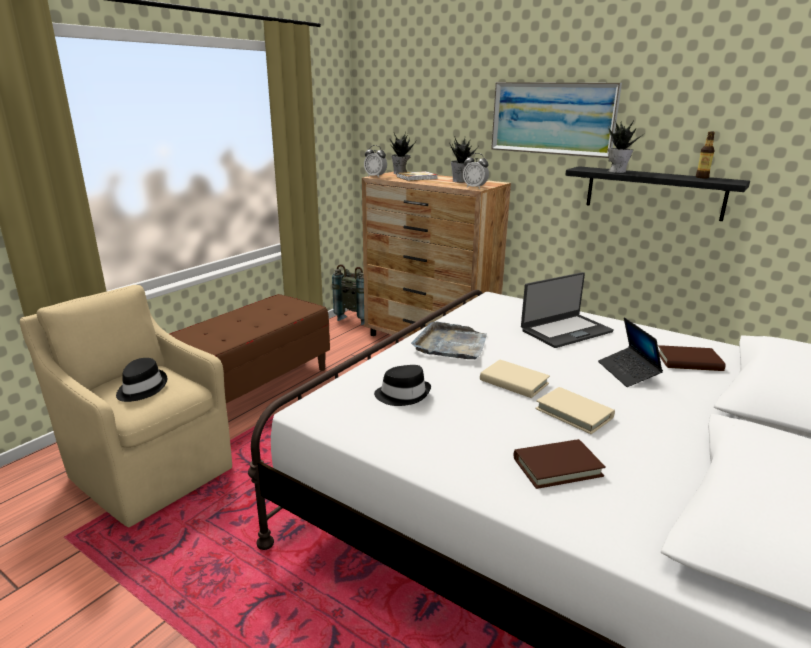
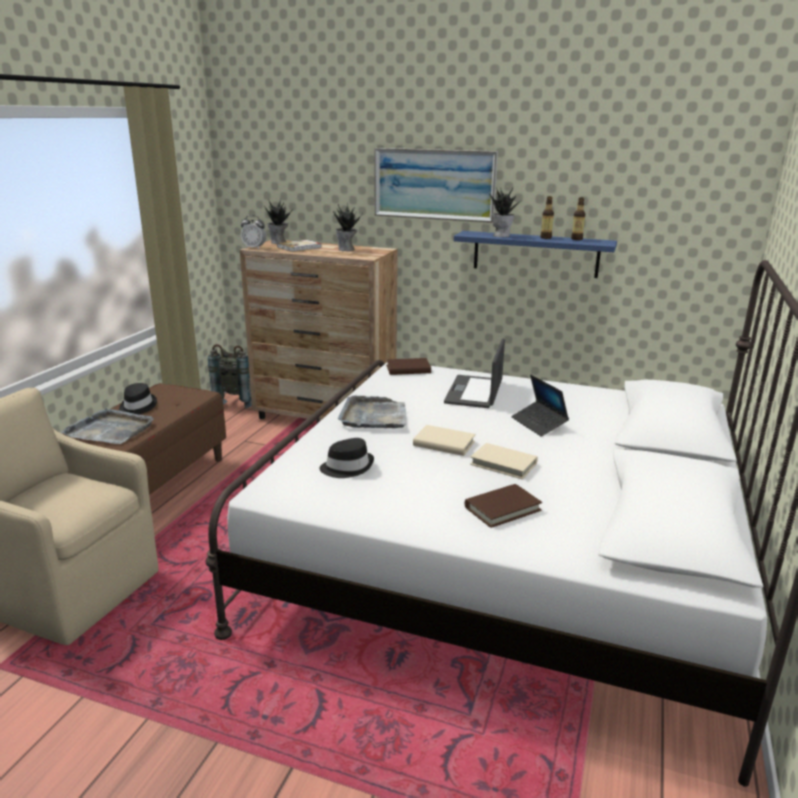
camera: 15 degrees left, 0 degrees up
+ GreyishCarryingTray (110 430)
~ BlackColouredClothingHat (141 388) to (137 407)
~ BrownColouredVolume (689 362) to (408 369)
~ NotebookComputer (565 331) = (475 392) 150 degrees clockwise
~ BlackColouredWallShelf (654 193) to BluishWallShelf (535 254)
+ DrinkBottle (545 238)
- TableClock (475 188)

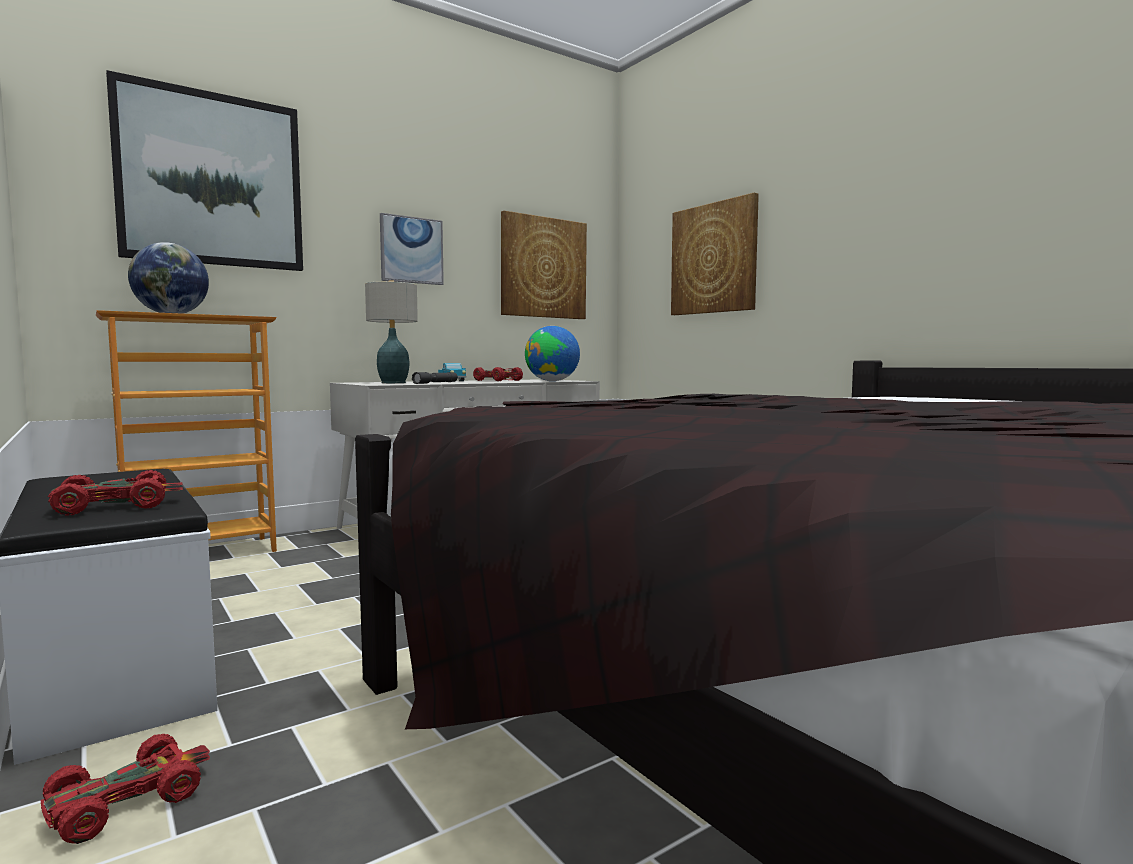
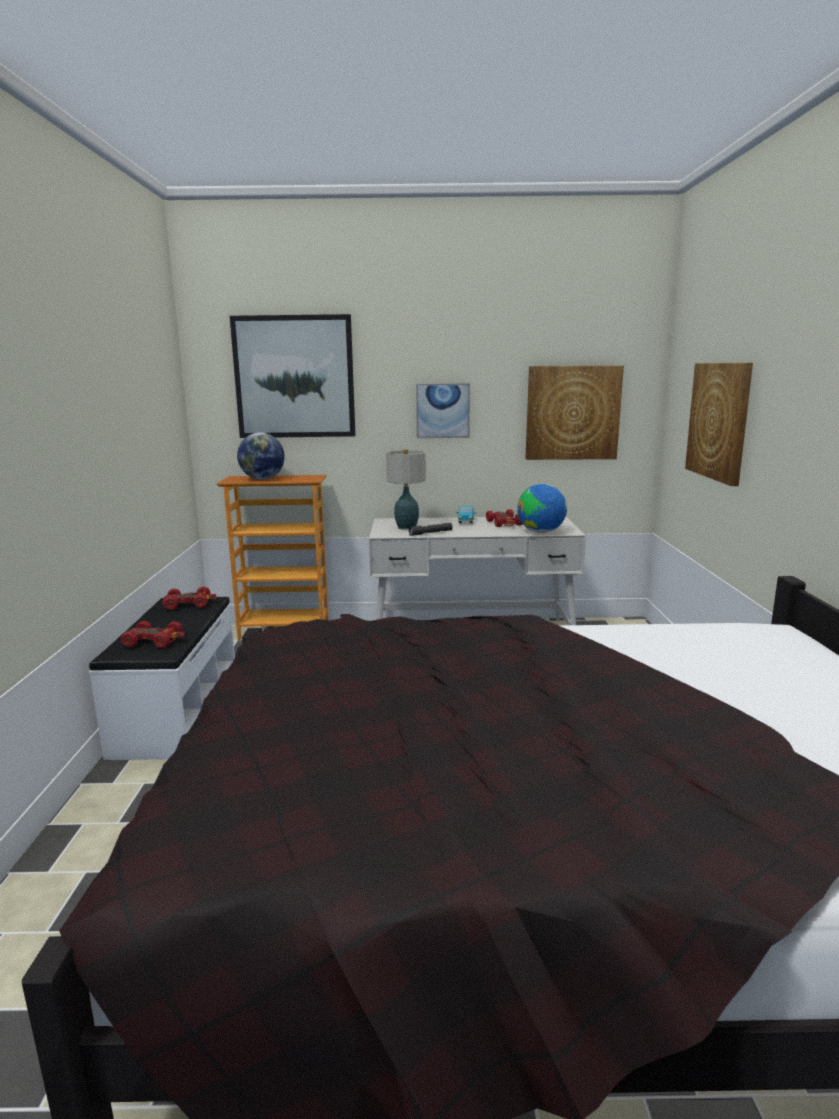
camera: 35 degrees right, 10 degrees up
~ RedColouredModelCar (127 800) to (189 604)

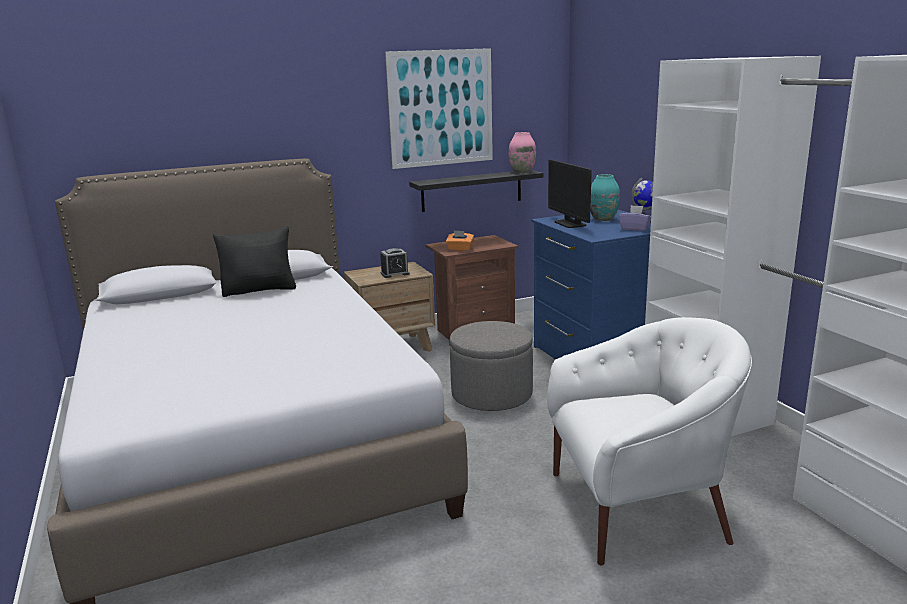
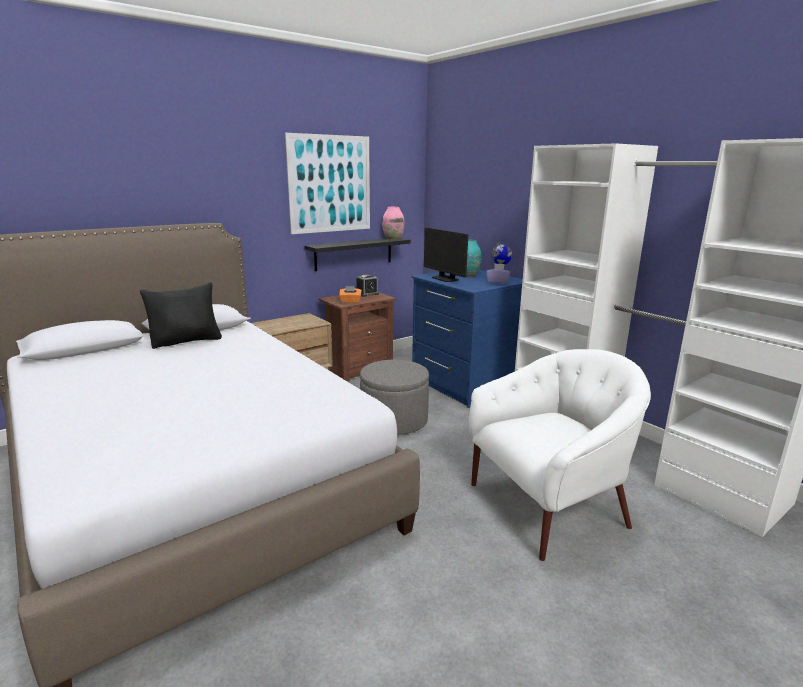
camera: 15 degrees left, 0 degrees up
~ TableClock (395 274) to (367 294)

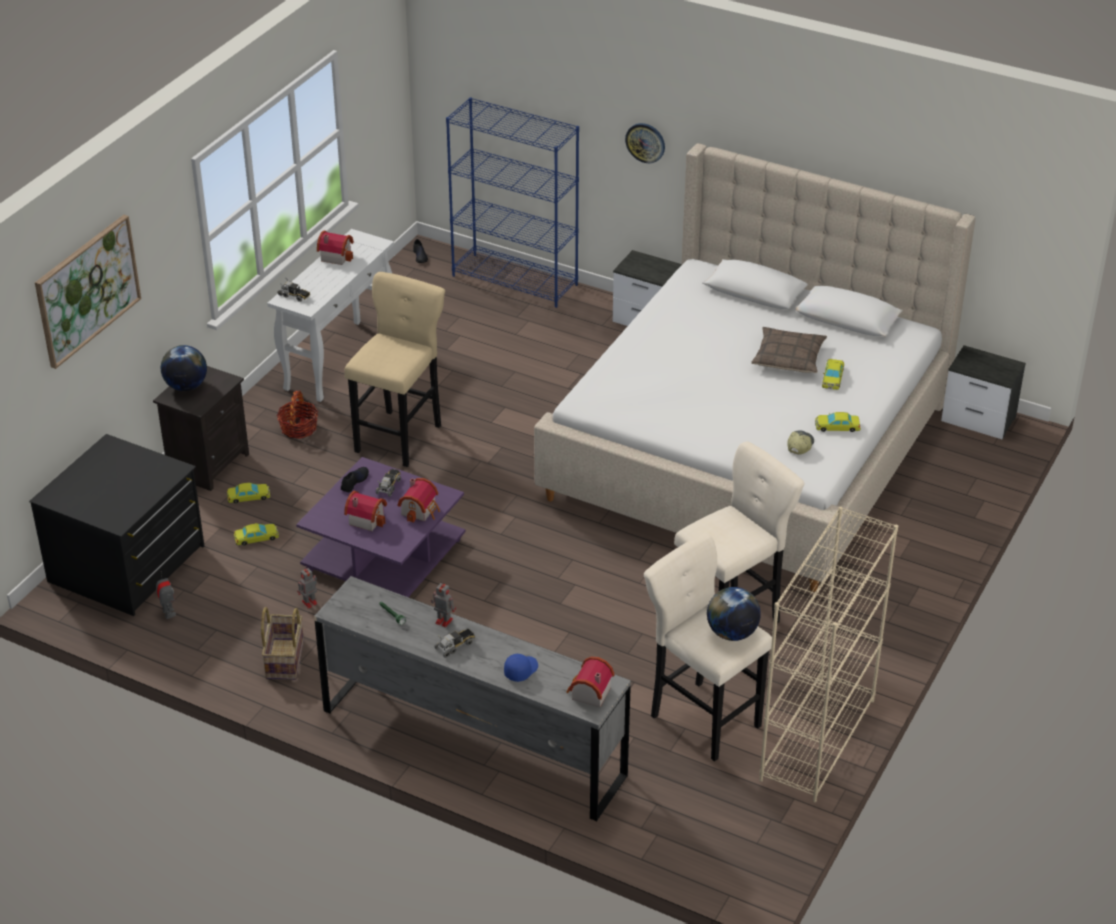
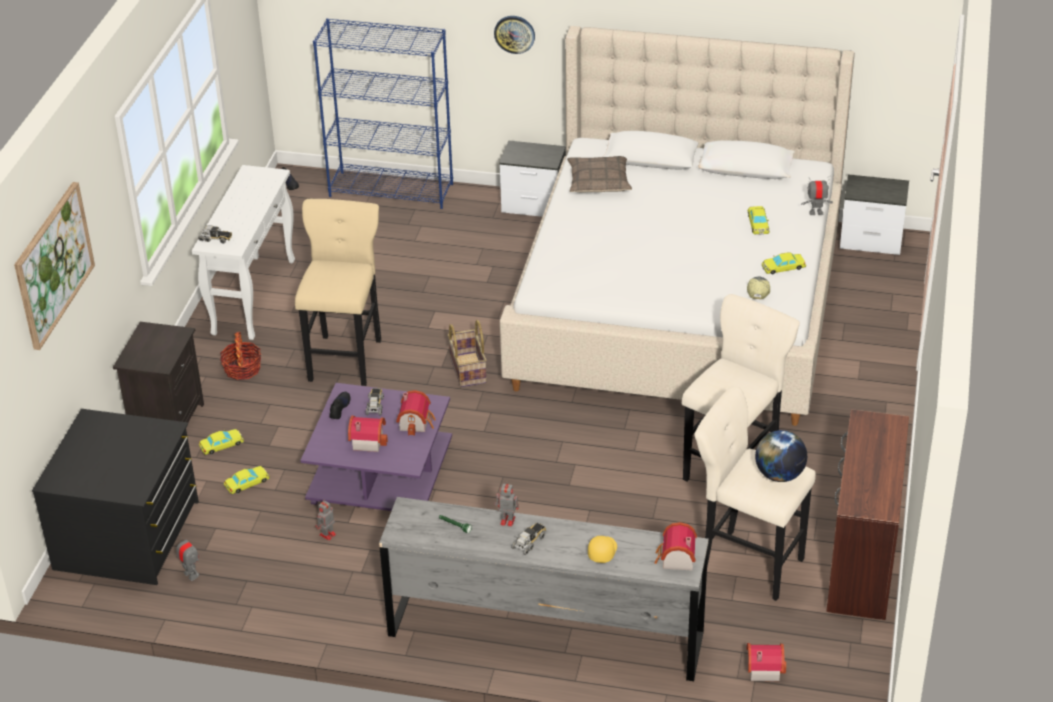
camera: 15 degrees left, 0 degrees up
~ HouseholdBasket (284 659) to (467 370)
~ Cushion (788 357) to (599 181)
~ BluishCap (520 670) to YellowColouredCap (602 551)
~ MiniatureHouse (336 255) to (763 668)
+ RobotFigure (816 212)
~ BeigeBookshelf (818 741) to BrownColouredDeskTable (860 561)
- DeskGlobe (186 386)

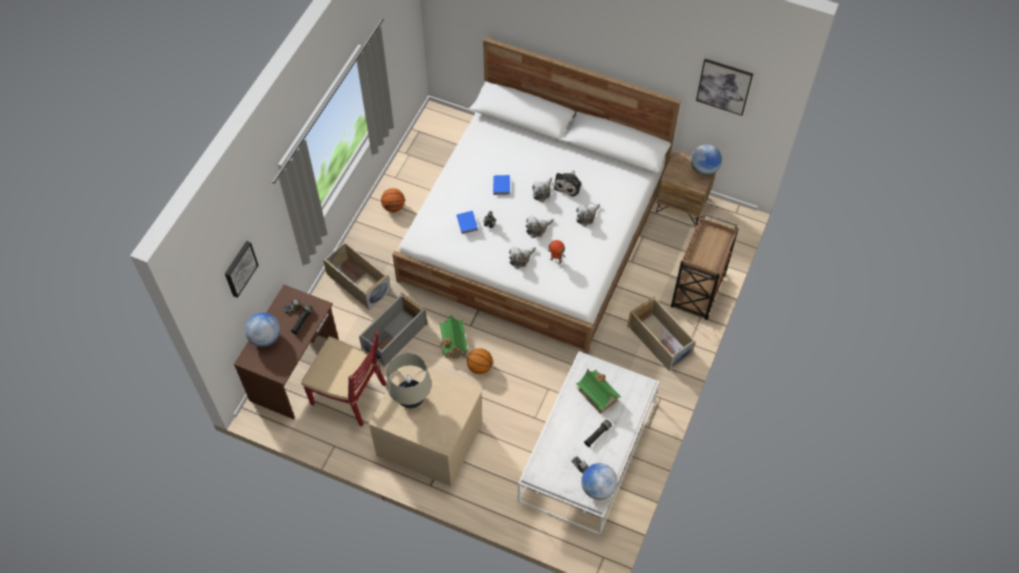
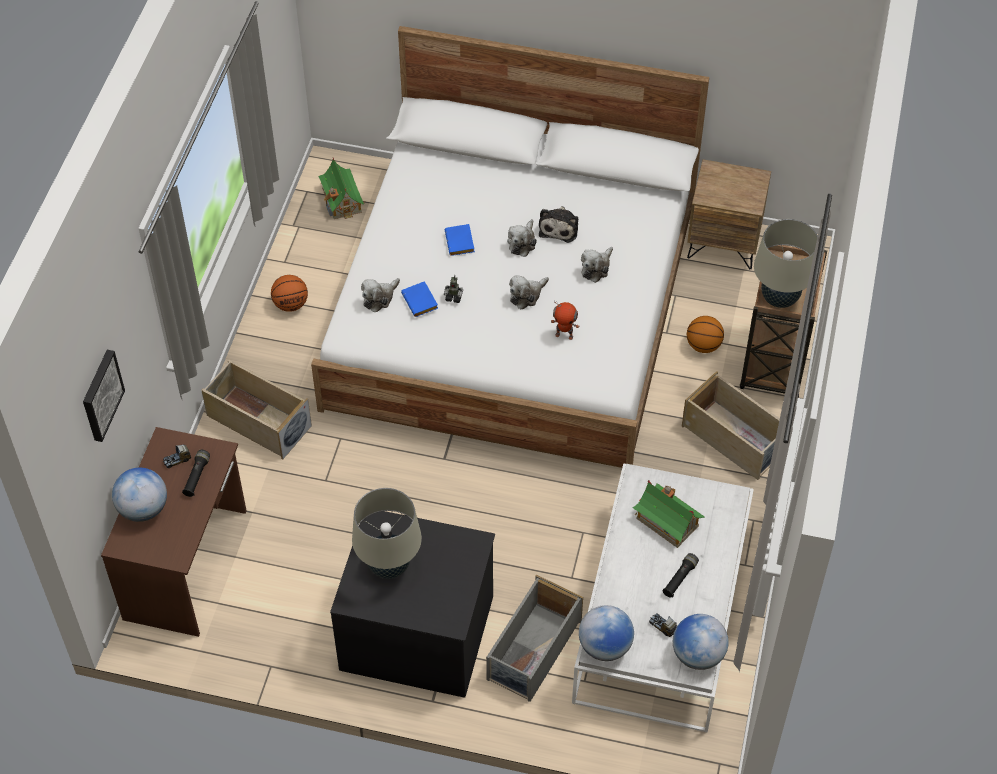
camera: 10 degrees left, 5 degrees down
~ MiniatureHouse (454 343) to (342 200)
~ BeigeChestOfDrawers (430 437) to BlackColouredChestOfDrawers (418 630)
~ PlushToy (521 259) to (380 298)
~ GreyishStorageBin (394 337) to (533 651)
~ DeskGlobe (704 169) to (605 646)
~ BallForBasketball (480 367) to (703 346)
+ BeigeTableLamp (779 298)
- RedColouredPlainChair (349 394)
- WallArt (724 86)

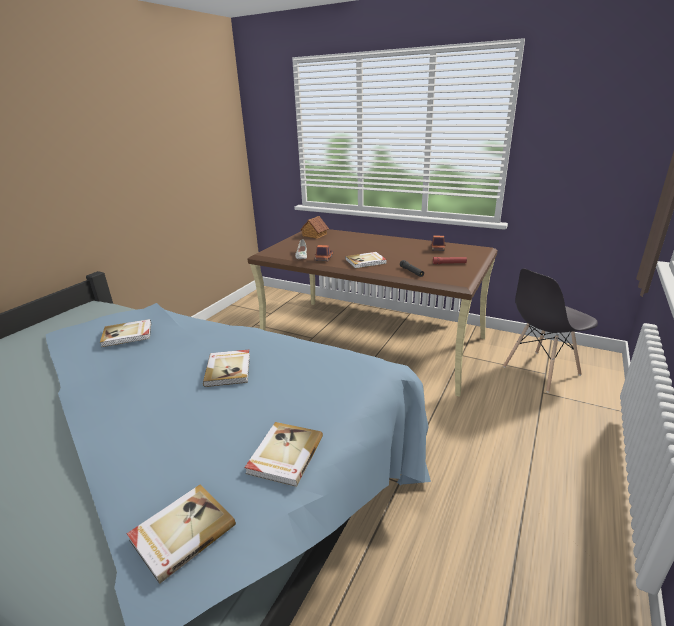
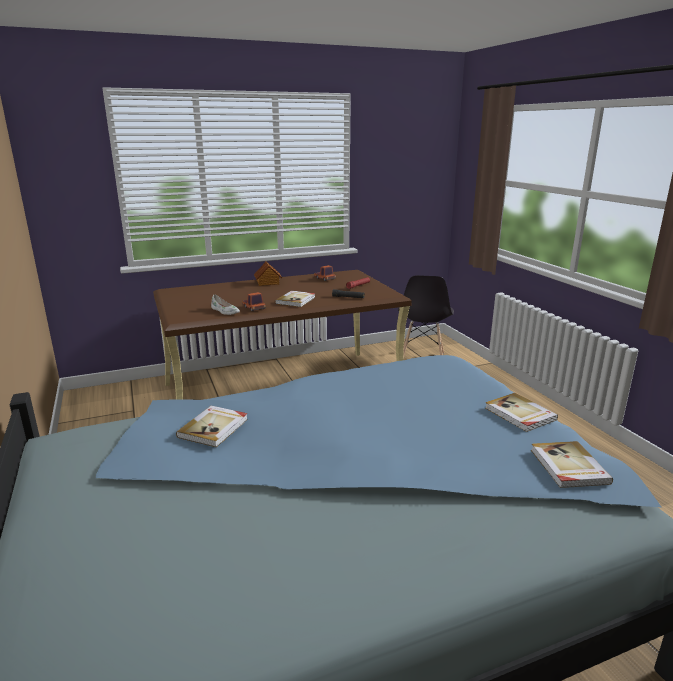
camera: 50 degrees left, 5 degrees down
~ MiniatureHouse (314 235) to (268 282)
- Volume (229 369)

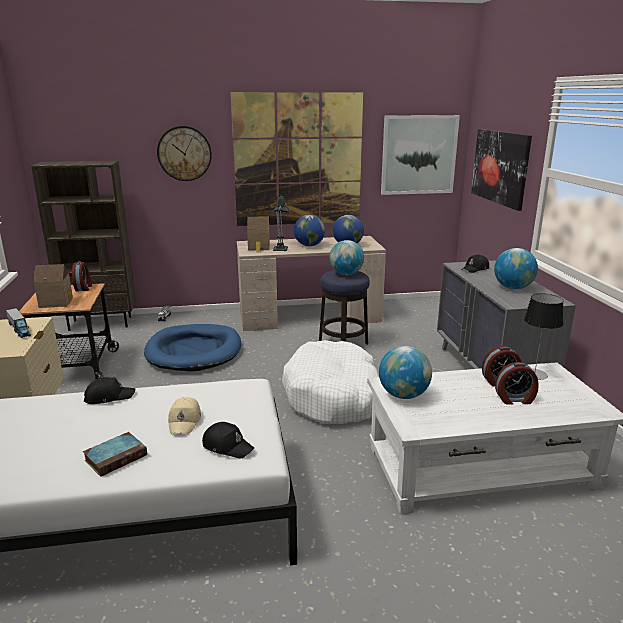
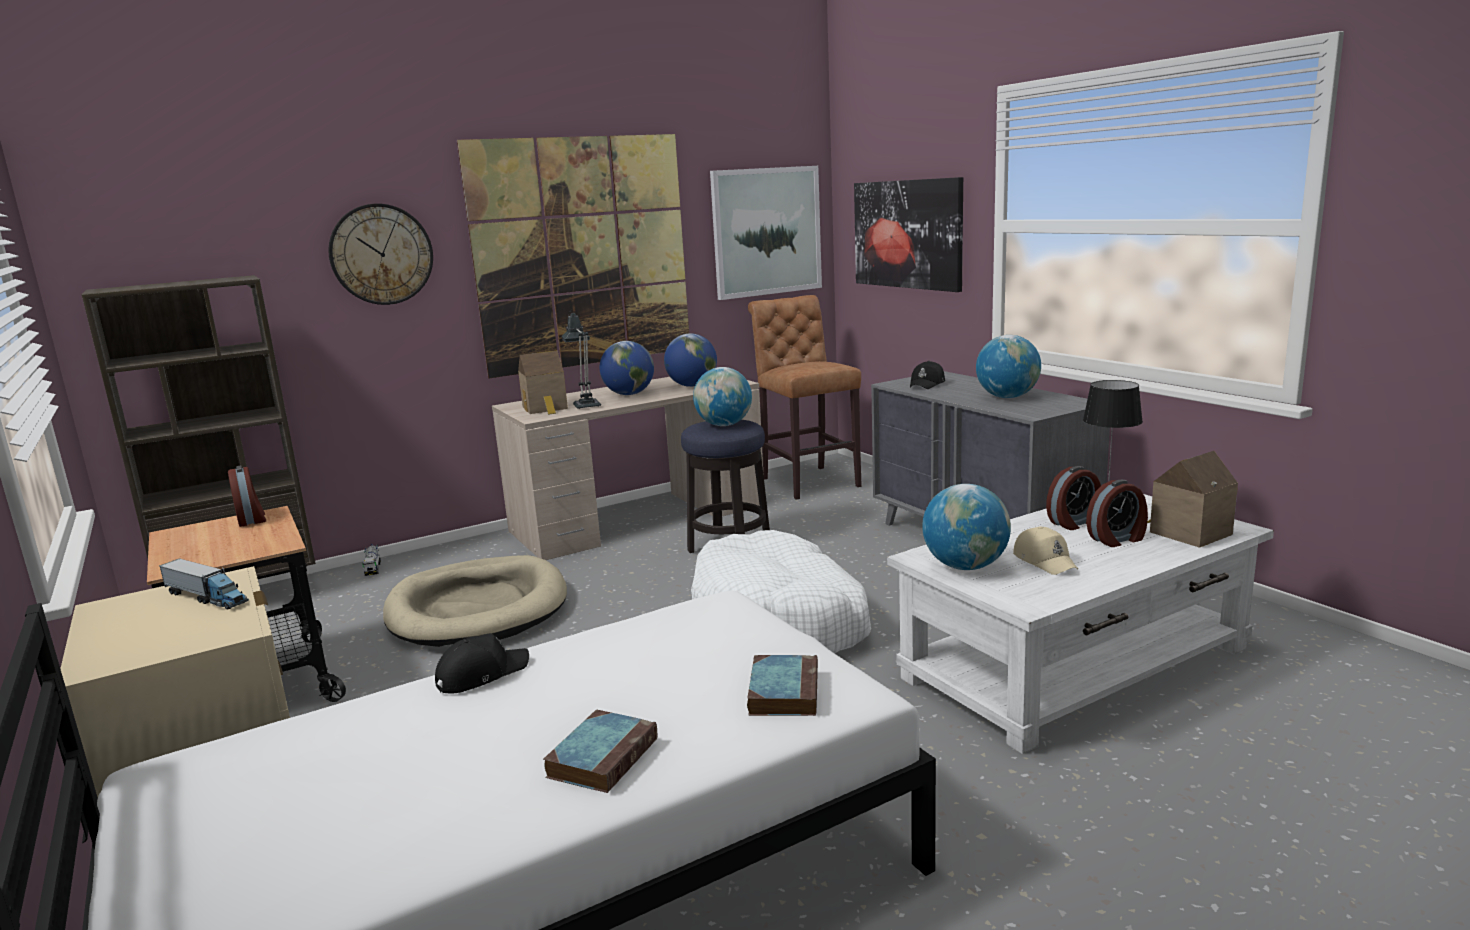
camera: 20 degrees left, 5 degrees down
~ BluishPetBed (194 351) to BeigePetBed (478 608)
~ BlackColouredCap (227 446) to Volume (783 691)
+ BrownColouredStool (807 481)
~ BeigeCap (185 421) to (1045 561)
~ MiniatureHouse (56 302) to (1186 532)

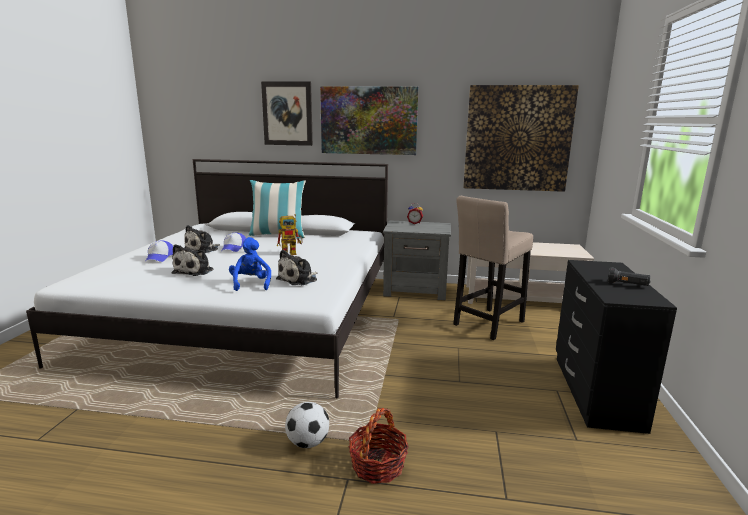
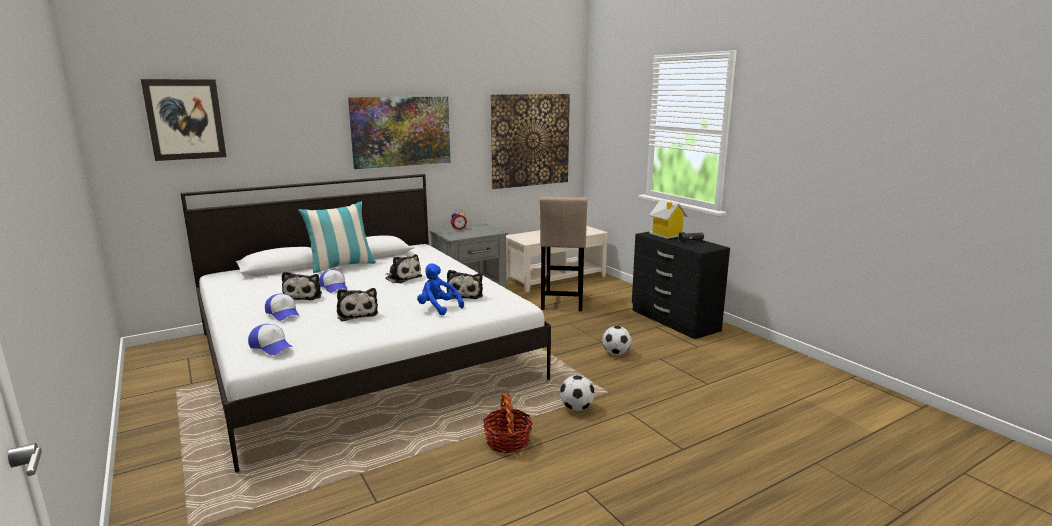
camera: 40 degrees left, 0 degrees up
~ WallArt (287 113) to (185 119)
+ Cap (271 346)
~ RobotFigure (292 253) to PlushToy (402 278)
~ HouseholdBasket (377 465) to (507 441)
+ Football (616 353)
+ MiniatureHouse (666 235)

